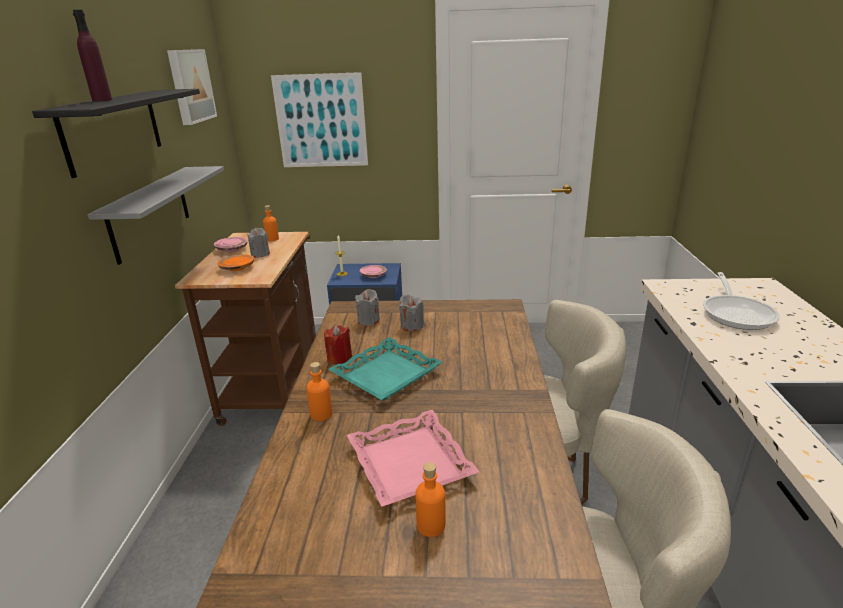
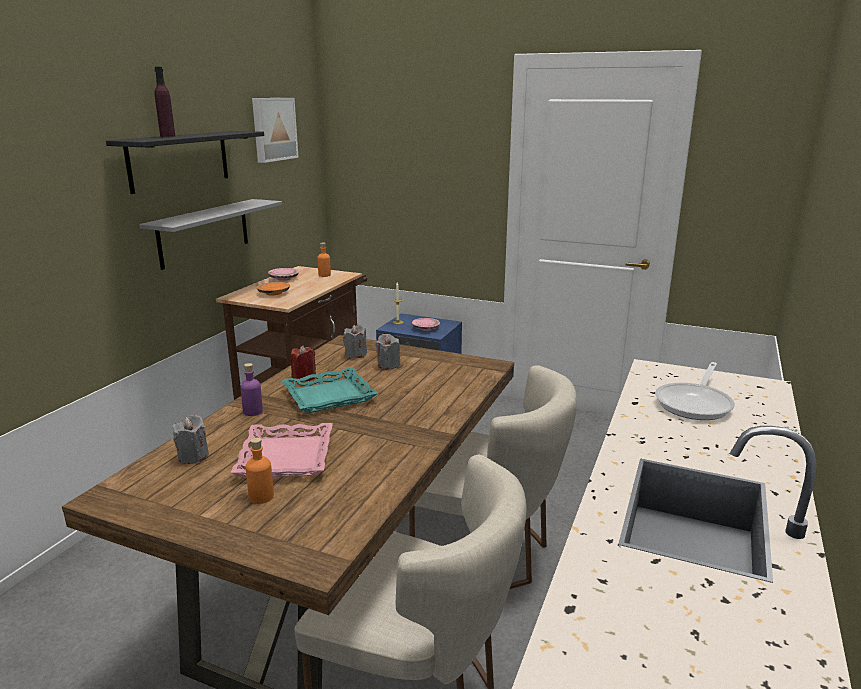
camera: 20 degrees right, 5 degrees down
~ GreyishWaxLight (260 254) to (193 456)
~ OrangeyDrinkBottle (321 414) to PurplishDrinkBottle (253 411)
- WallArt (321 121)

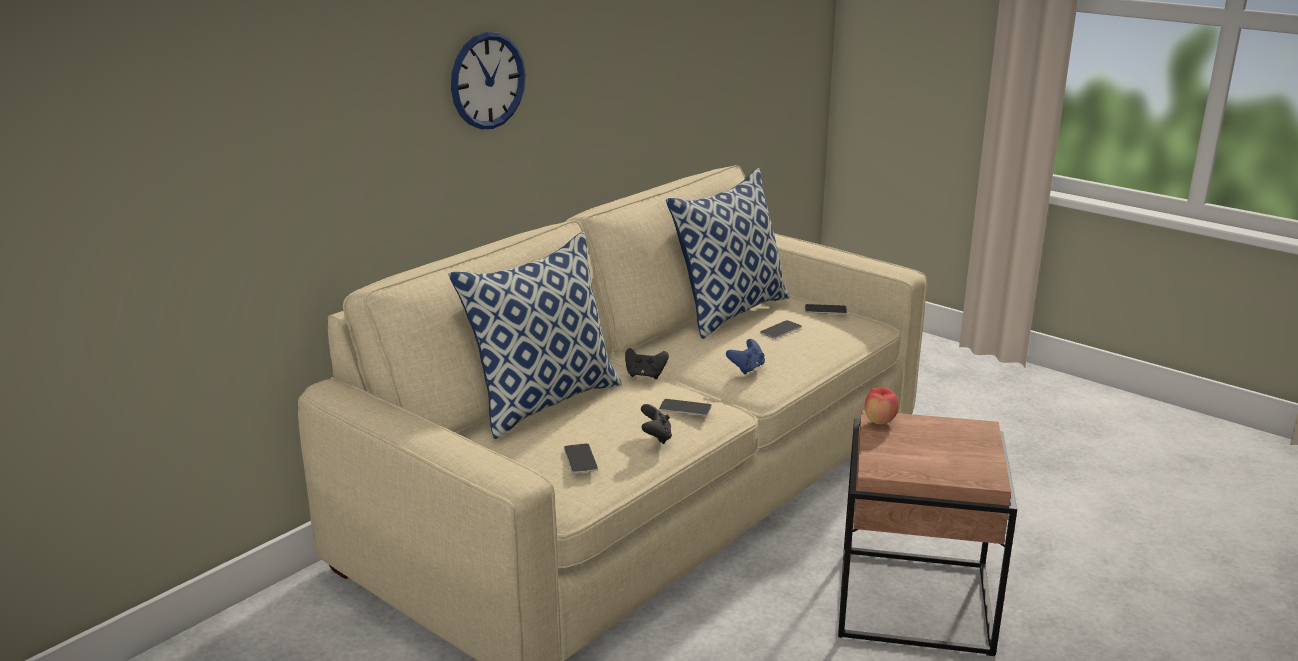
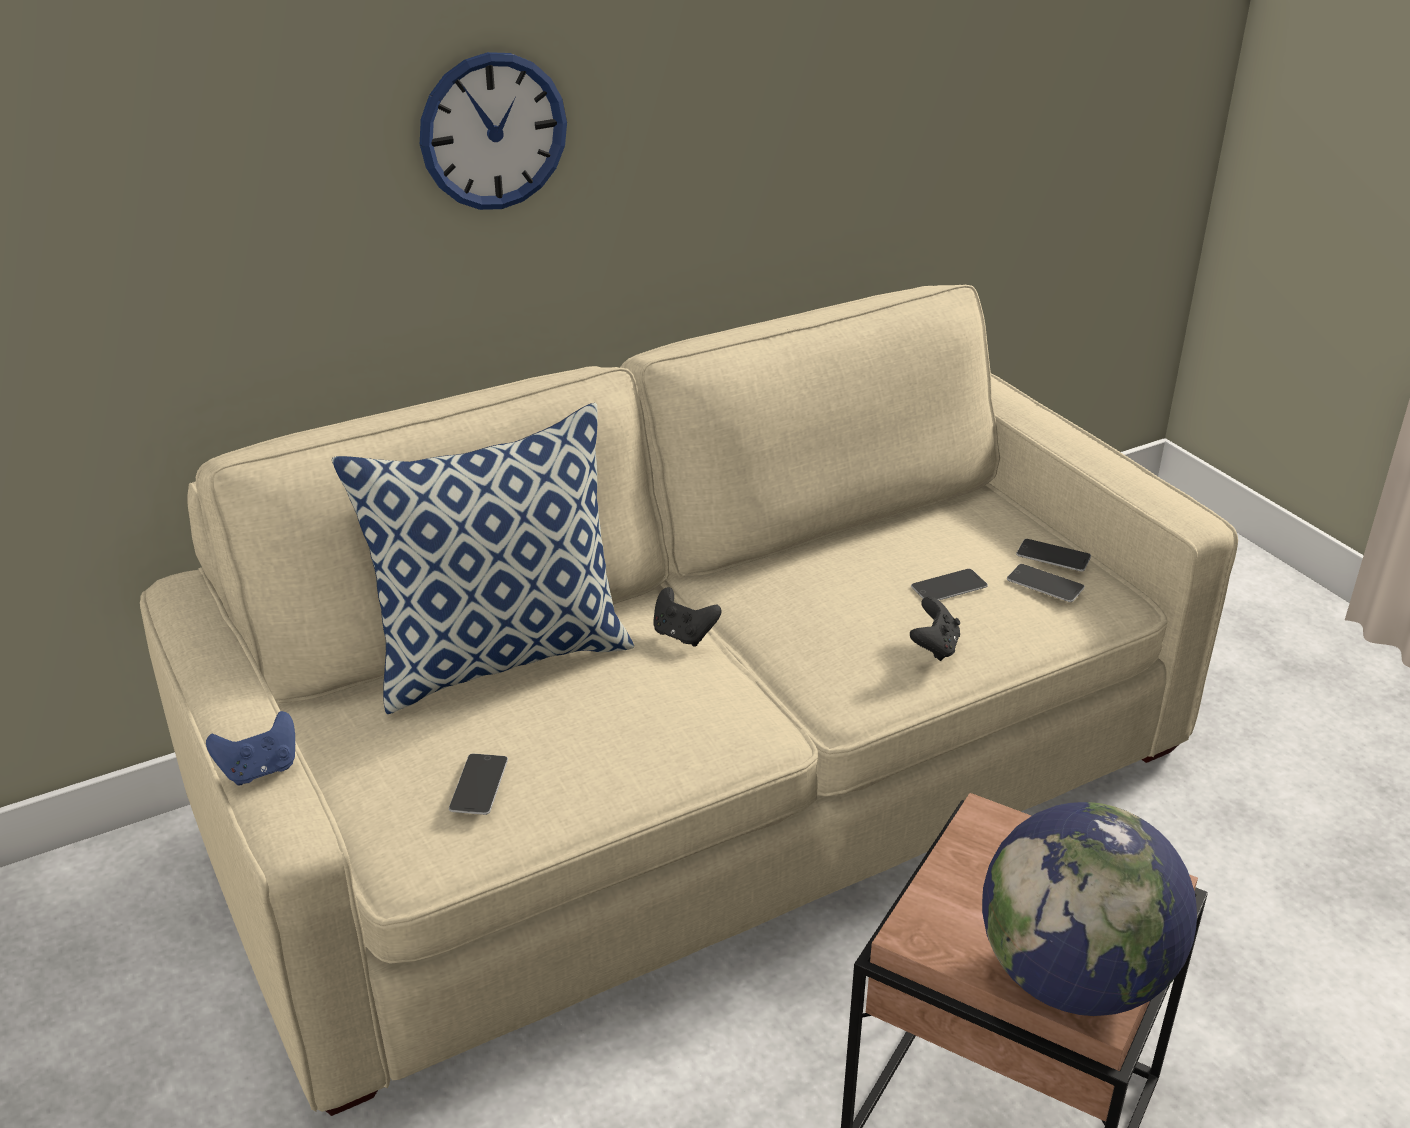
camera: 20 degrees right, 10 degrees up
~ BluishGameController (747 368) to (260 770)
~ BlackColouredGameController (656 437) to (934 647)
+ DeskGlobe (1073 977)
~ Telephone (685 408) to (1045 583)
- Cushion (730 311)
- AppleFruit (879 422)

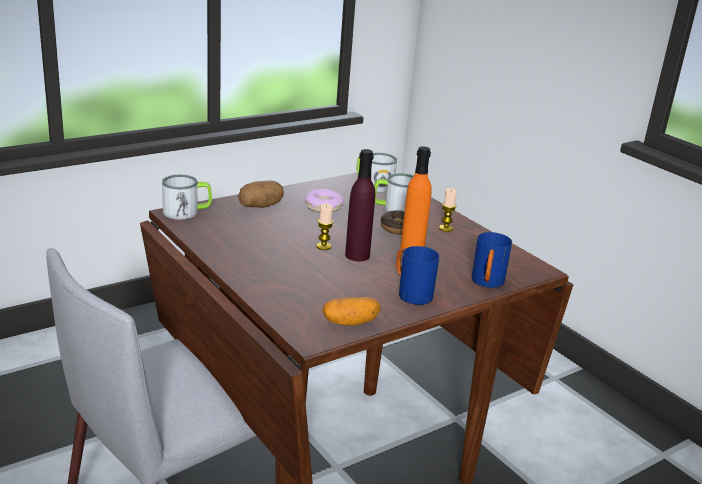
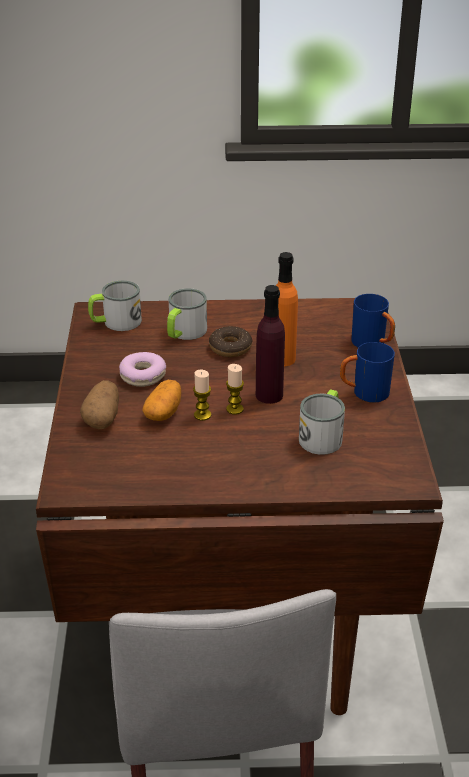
camera: 55 degrees left, 10 degrees up
~ Spud (350 323) to (163 412)
~ WaxLight (445 228) to (202 415)
~ TeaMug (187 212) to (323 435)

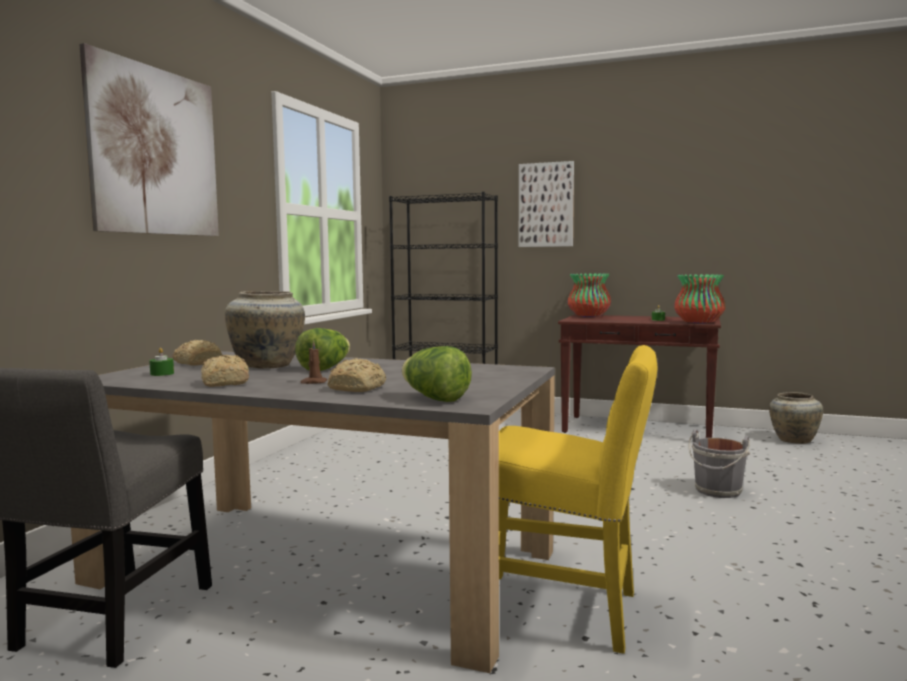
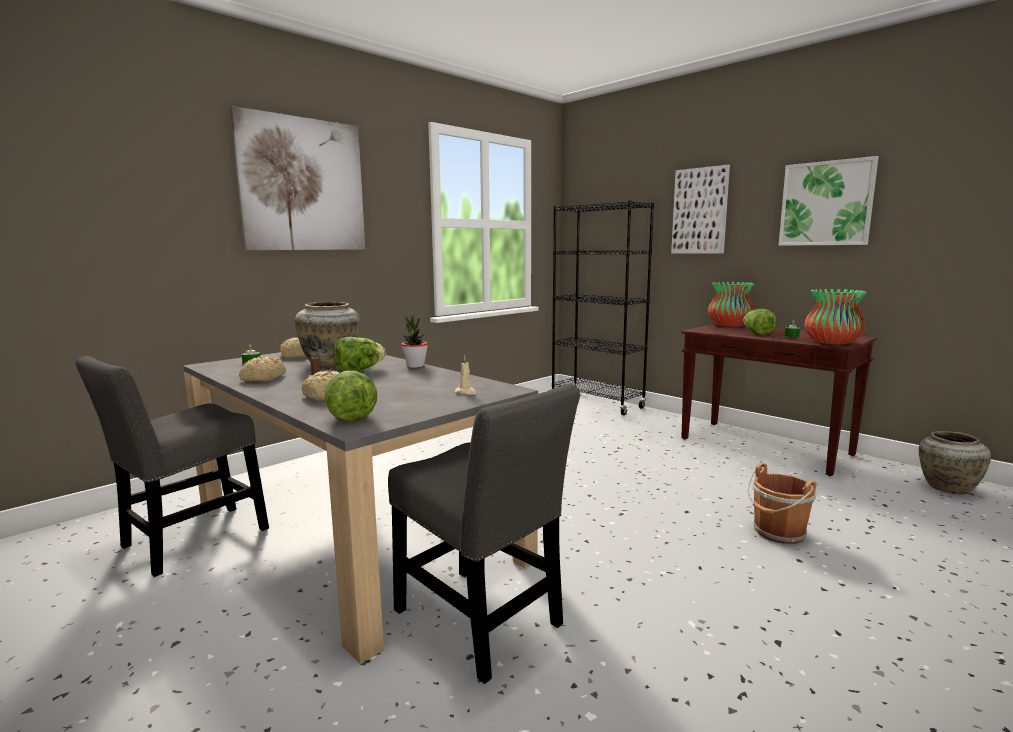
camera: 25 degrees right, 5 degrees up
~ YellowColouredPlainChair (563 610) to GreyishPlainChair (482 623)
+ Houseplant (415 366)
+ BeigeWaxLight (466 392)
+ LettuceHead (756 333)
~ GreyishPail (718 491) to BrownColouredPail (778 533)
+ WallArt (826 203)

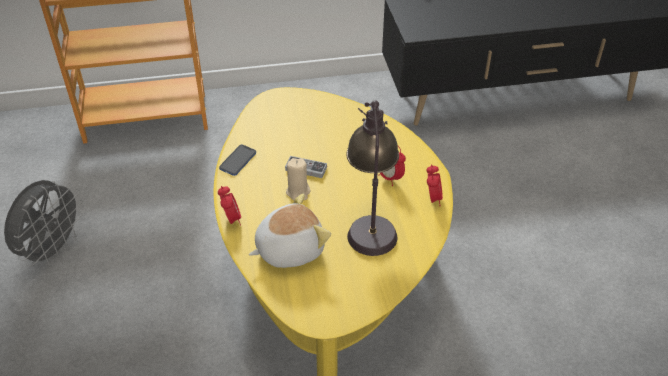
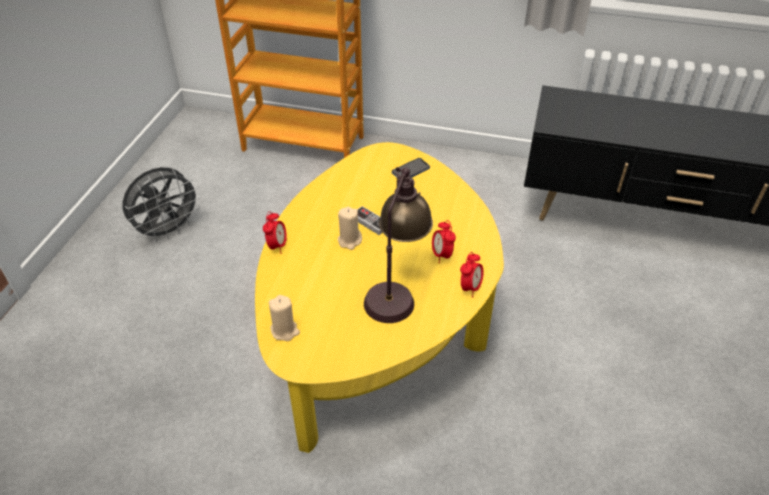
camera: 25 degrees right, 0 degrees up
+ BeigeWaxLight (285 330)
~ Telephone (238 161) to (410 170)
- PlushToy (289 249)

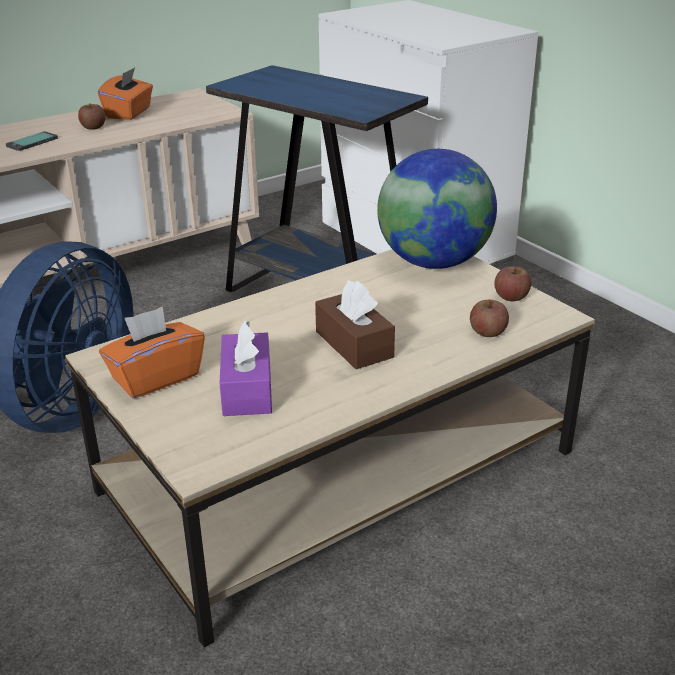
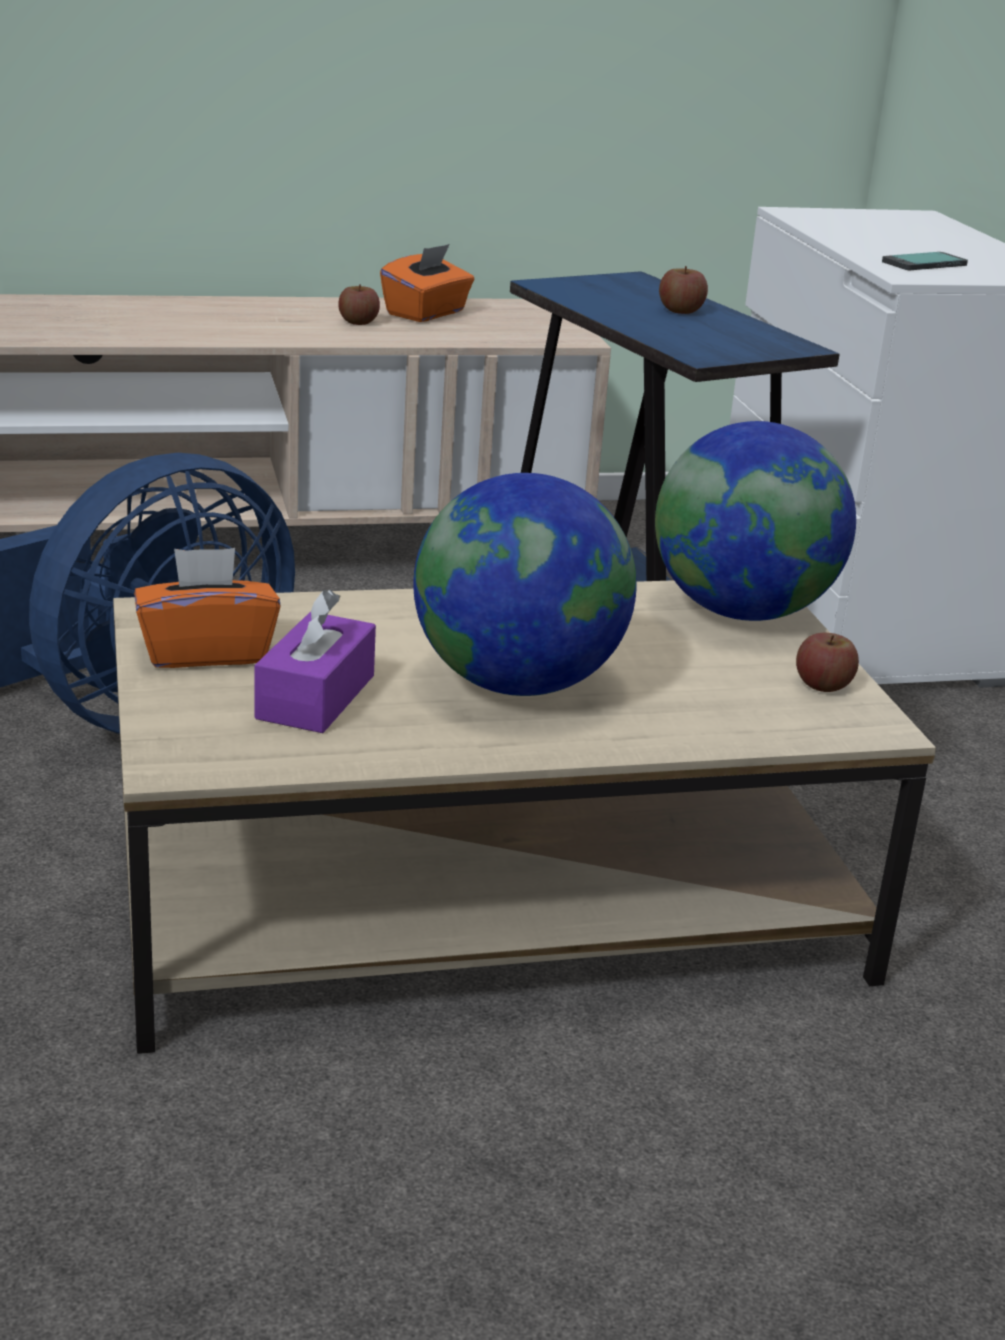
camera: 20 degrees right, 5 degrees down
~ BrownColouredTissueHolder (354 344) to DeskGlobe (517 683)
~ AppleFruit (487 332) to (681 310)
~ Telephone (32 142) to (924 264)

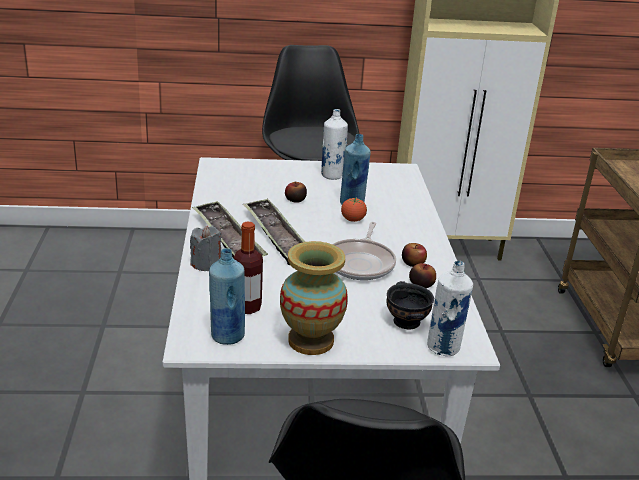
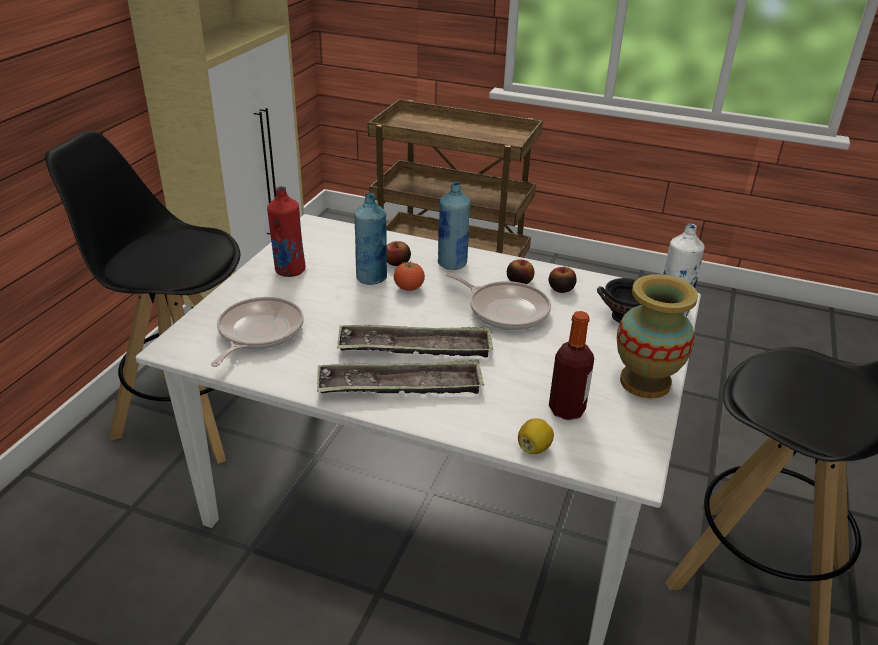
camera: 65 degrees left, 5 degrees up
+ FryingPan (258 333)
~ WhiteDrinkBottle (332 175) to RedColouredDrinkBottle (289 270)
~ AppleFruit (295 200) to (397 263)
~ BluishDrinkBottle (227 336) to (452 264)
+ Lemon (534 448)
- GreyishWaxLight (206 264)

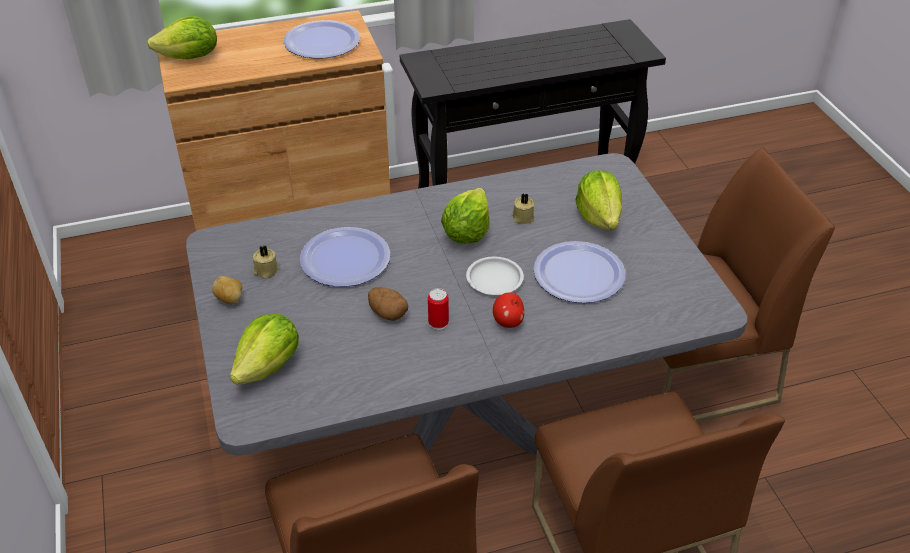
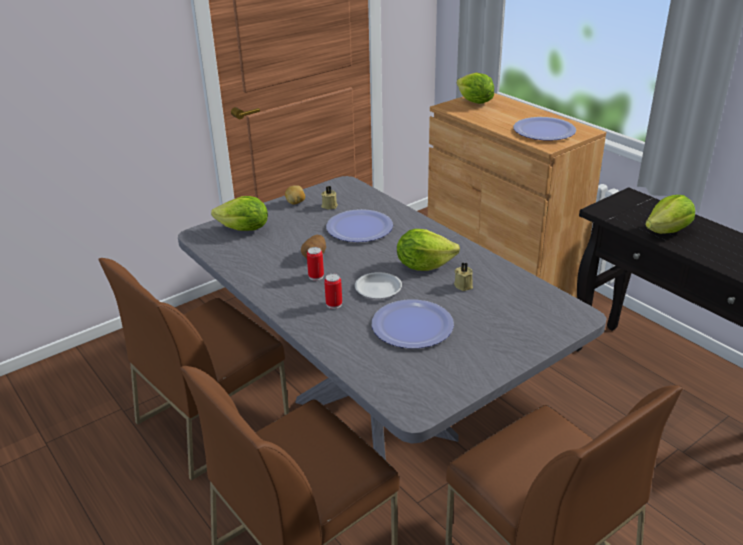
camera: 70 degrees right, 10 degrees down
~ AppleFruit (508 322) to Can (334 304)
~ LettuceHead (599 217) to (668 231)

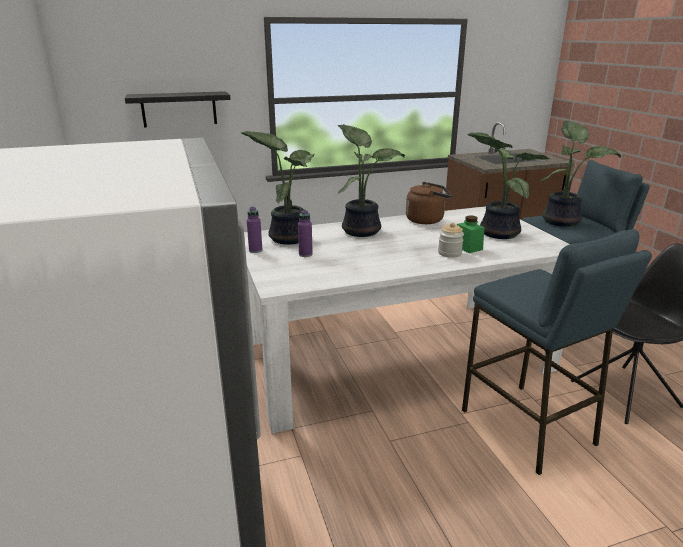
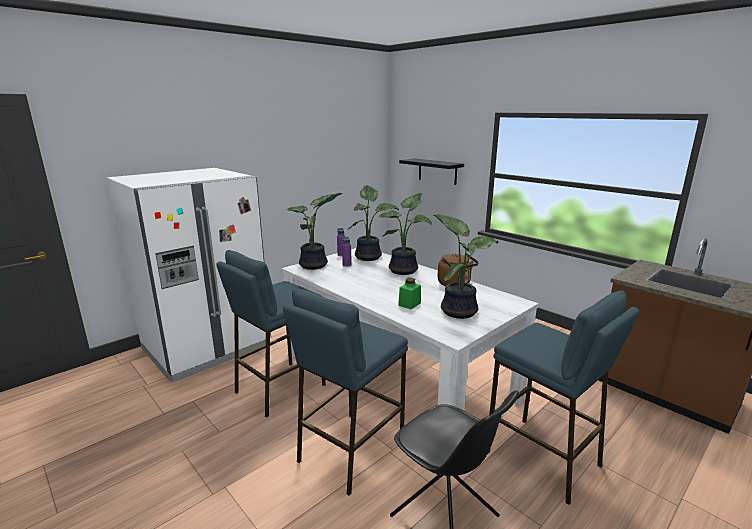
camera: 65 degrees right, 5 degrees down
+ BluishStool (279 388)
~ Houseplant (562 221) to (315 266)
- PreserveJar (449 253)

